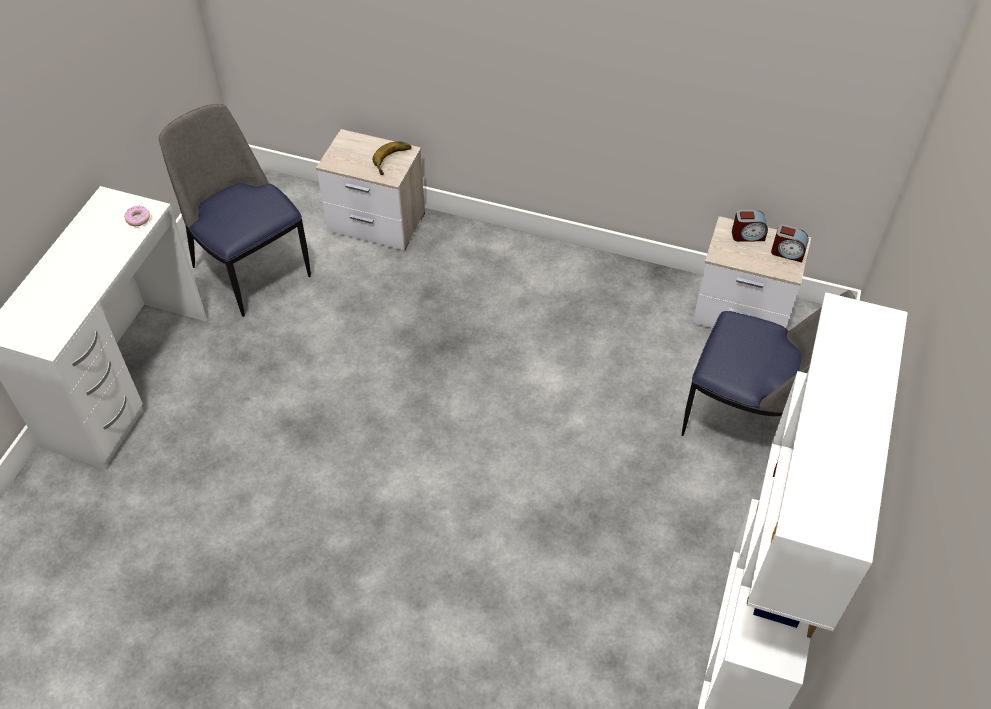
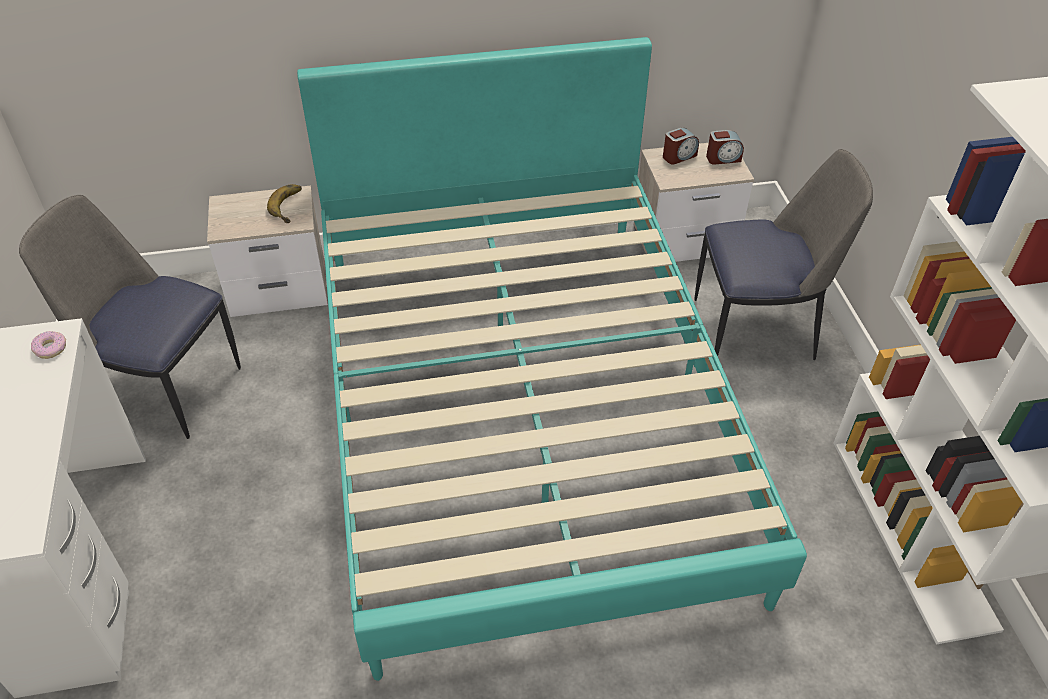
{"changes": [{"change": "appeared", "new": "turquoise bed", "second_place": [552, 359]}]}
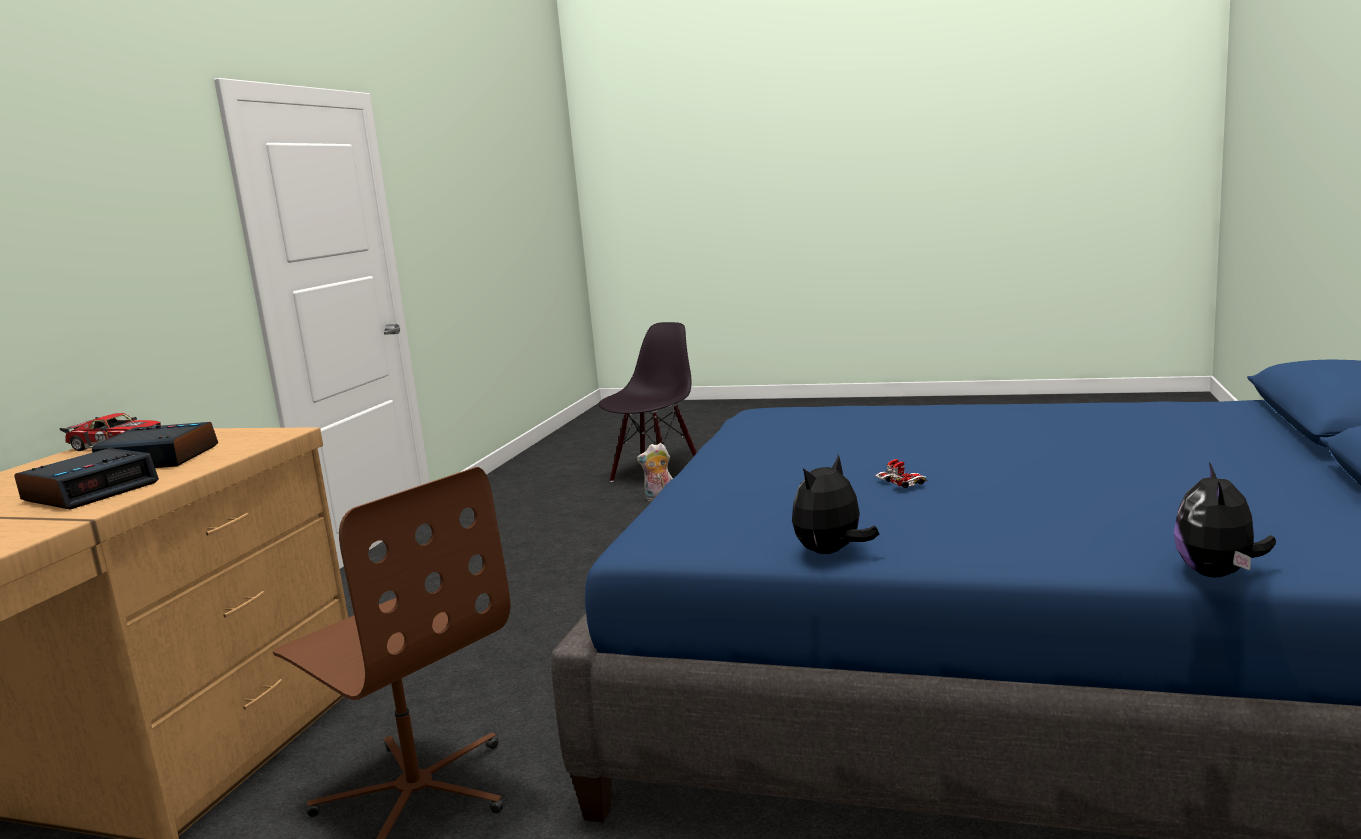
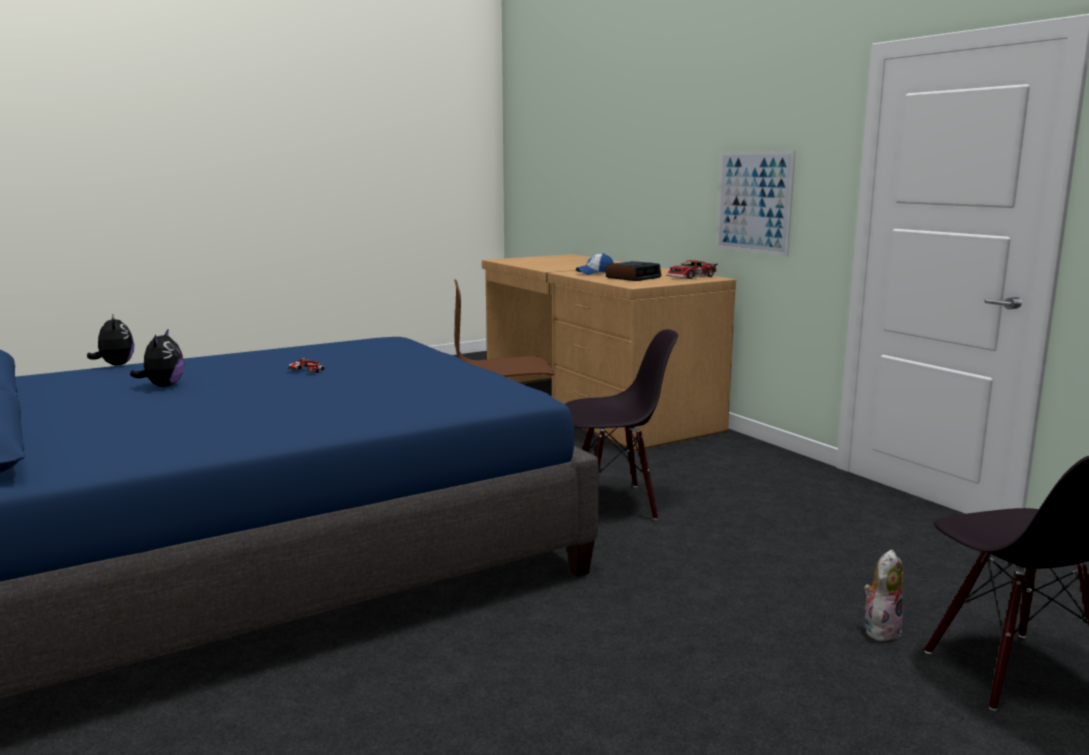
{"changes": [{"change": "exchanged", "old": "alarm clock", "new": "cap", "first_place": [86, 479], "second_place": [594, 264]}, {"change": "relocated", "old": "plush toy", "first_place": [835, 504], "second_place": [157, 358]}, {"change": "appeared", "new": "black chair", "second_place": [621, 424]}, {"change": "appeared", "new": "picture", "second_place": [756, 203]}]}
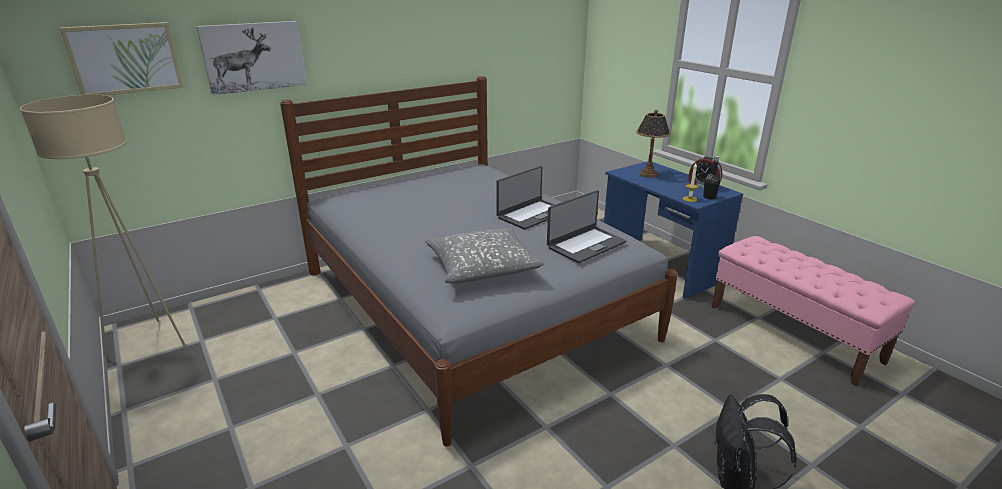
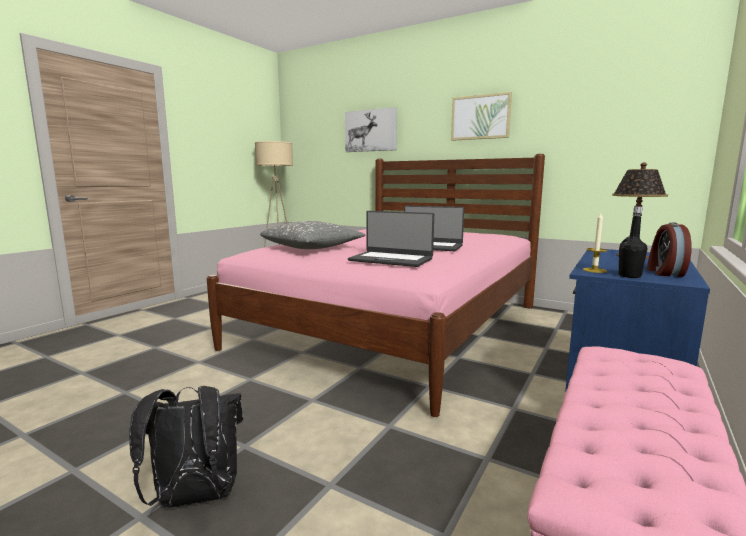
{"changes": [{"change": "relocated", "old": "picture", "first_place": [121, 58], "second_place": [481, 116]}, {"change": "colour", "old": "grey bed", "new": "pink bed", "first_place": [479, 261], "second_place": [376, 285]}]}
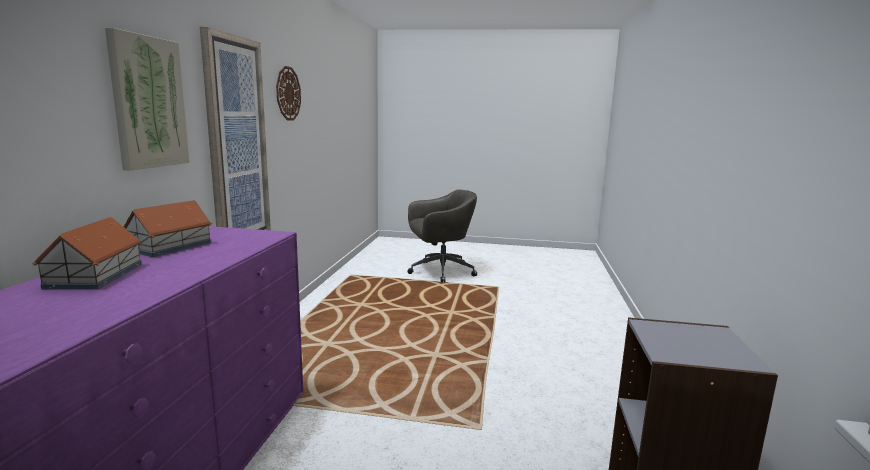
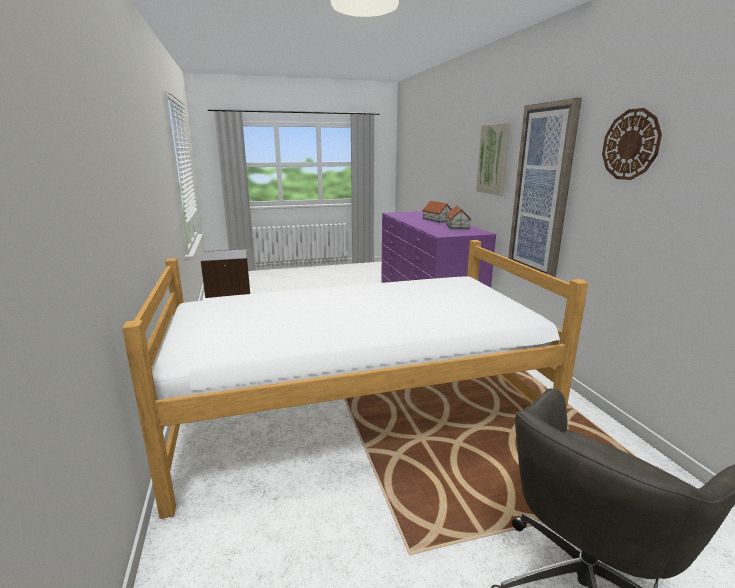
{"changes": [{"change": "appeared", "new": "bed", "second_place": [355, 379]}]}
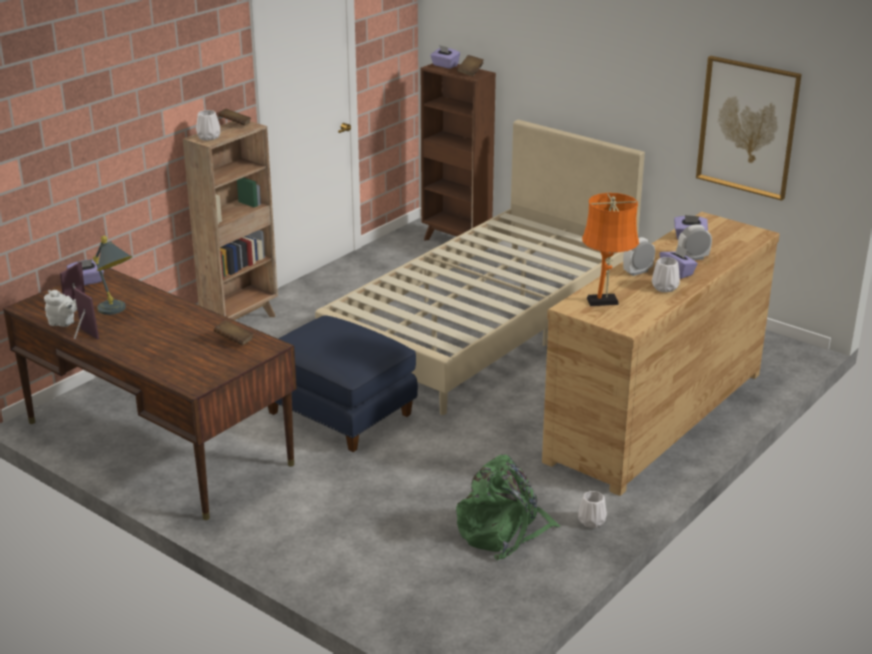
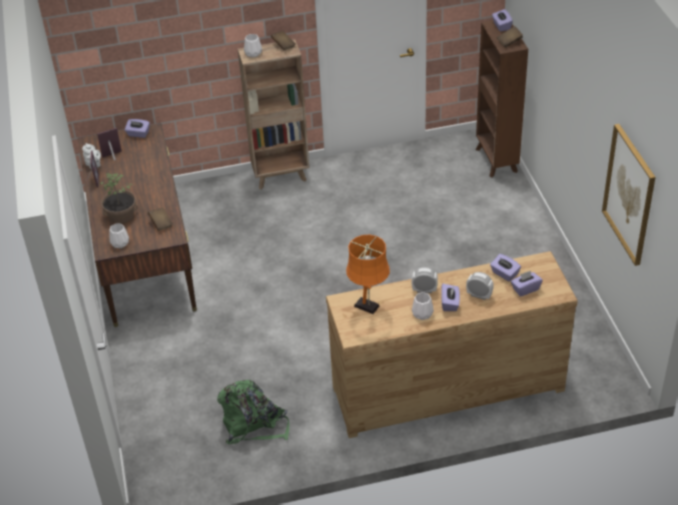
{"changes": [{"change": "missing", "old": "grey table lamp", "first_place": [112, 275]}, {"change": "missing", "old": "blue ottoman", "first_place": [343, 383]}, {"change": "missing", "old": "beige bed", "first_place": [480, 267]}, {"change": "relocated", "old": "white vase", "first_place": [592, 509], "second_place": [119, 235]}, {"change": "appeared", "new": "potted plant", "second_place": [119, 198]}, {"change": "appeared", "new": "purple tissue box", "second_place": [527, 284]}]}
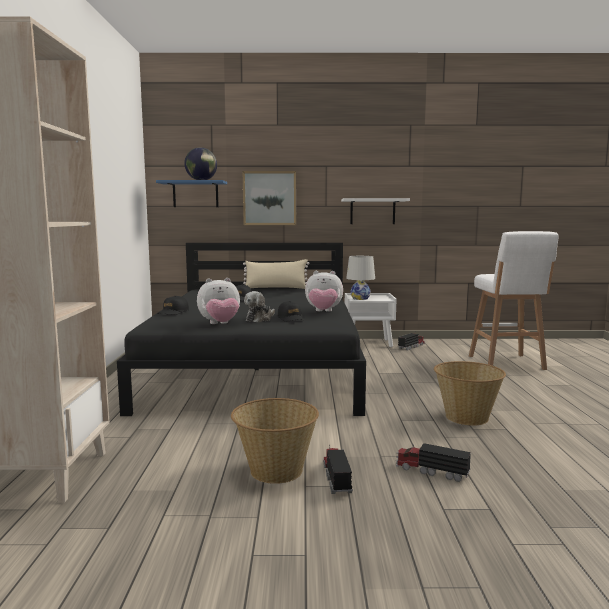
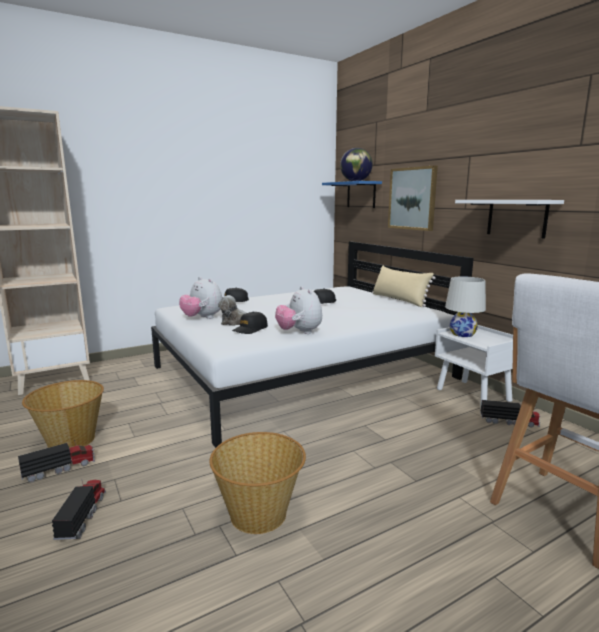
{"changes": [{"change": "colour", "old": "black bed", "new": "white bed", "first_place": [241, 329], "second_place": [312, 344]}]}
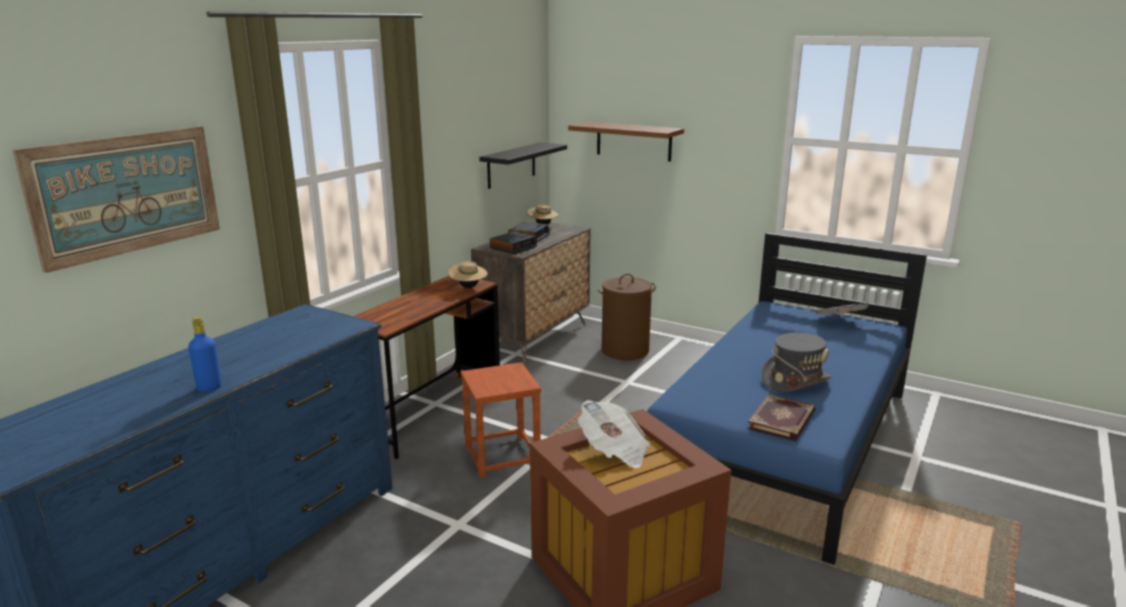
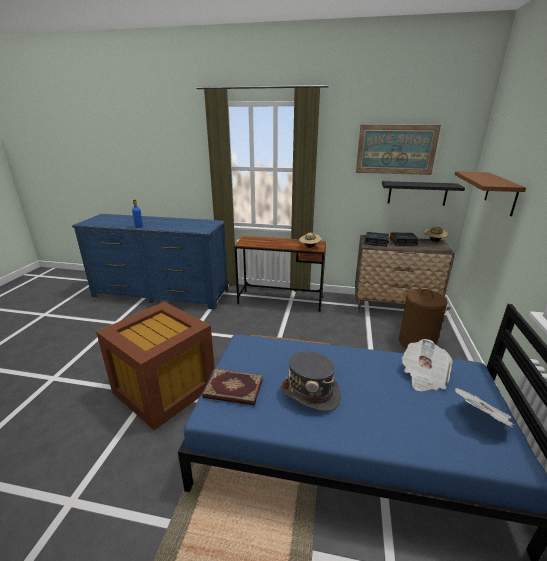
{"changes": [{"change": "relocated", "old": "picture", "first_place": [116, 199], "second_place": [398, 150]}, {"change": "missing", "old": "brown stool", "first_place": [500, 420]}, {"change": "relocated", "old": "newspaper", "first_place": [614, 434], "second_place": [427, 365]}]}
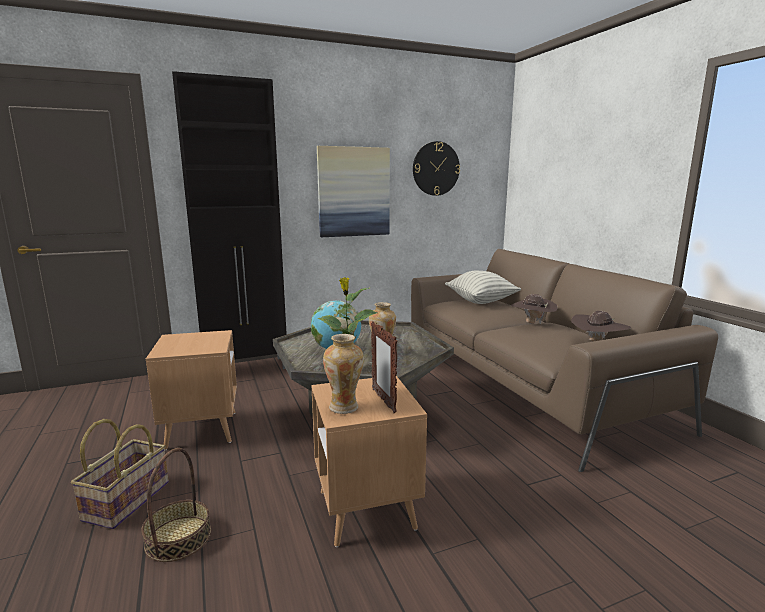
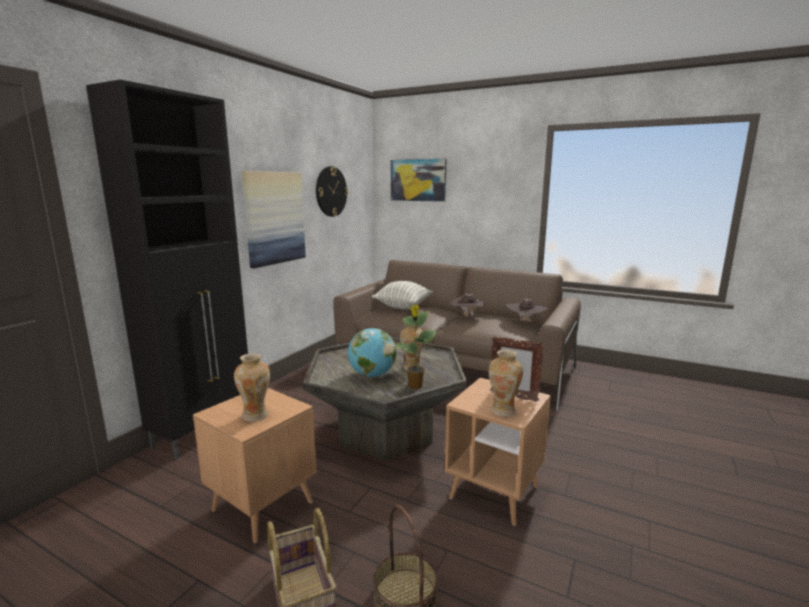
{"changes": [{"change": "appeared", "new": "vase", "second_place": [252, 387]}, {"change": "appeared", "new": "picture", "second_place": [418, 180]}]}
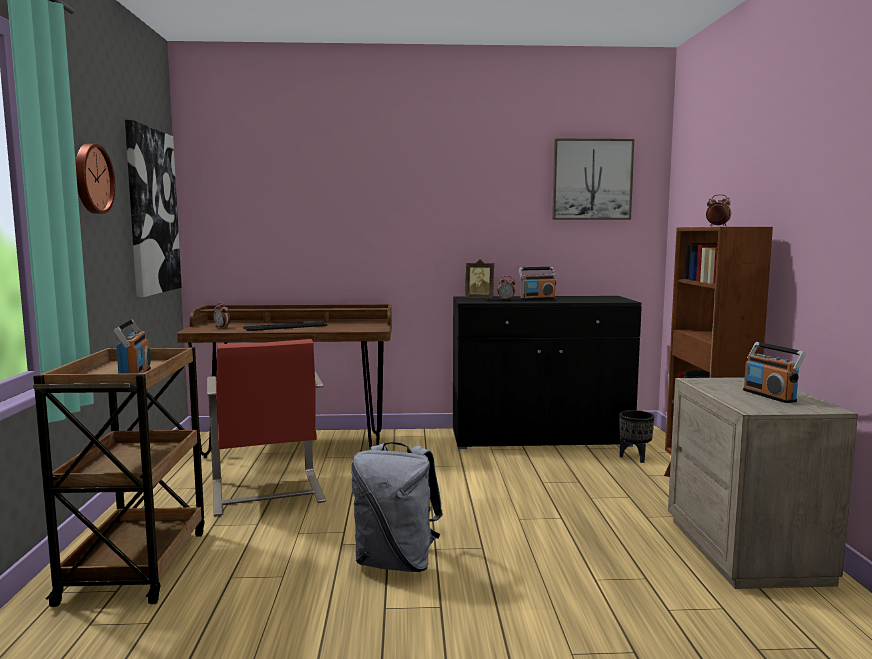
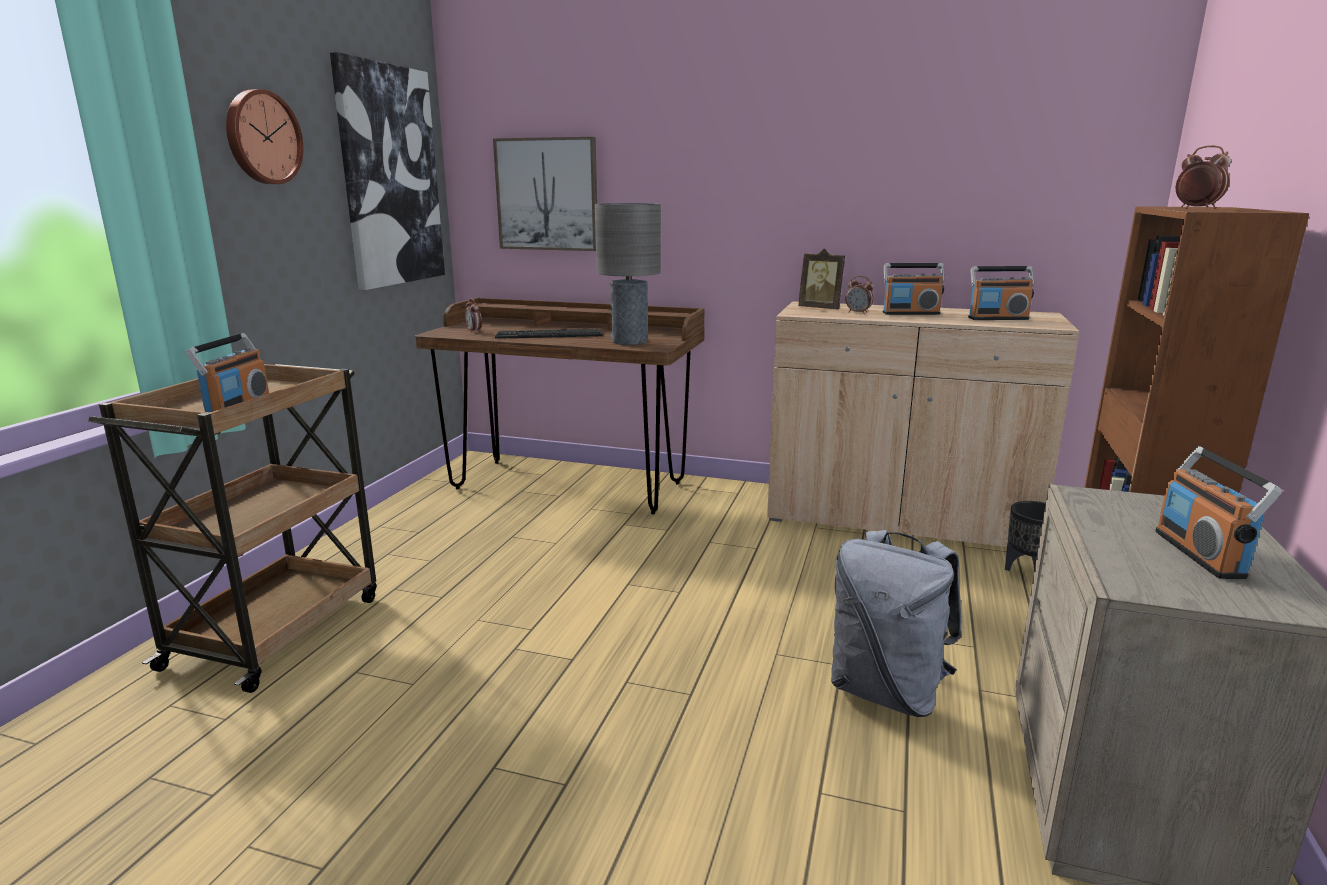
{"changes": [{"change": "missing", "old": "red chair", "first_place": [266, 427]}, {"change": "relocated", "old": "grey backpack", "first_place": [397, 507], "second_place": [896, 623]}, {"change": "colour", "old": "black cabinet", "new": "beige cabinet", "first_place": [547, 372], "second_place": [923, 424]}, {"change": "relocated", "old": "picture", "first_place": [593, 179], "second_place": [545, 194]}, {"change": "appeared", "new": "grey table lamp", "second_place": [628, 274]}, {"change": "appeared", "new": "radio", "second_place": [1001, 293]}]}
